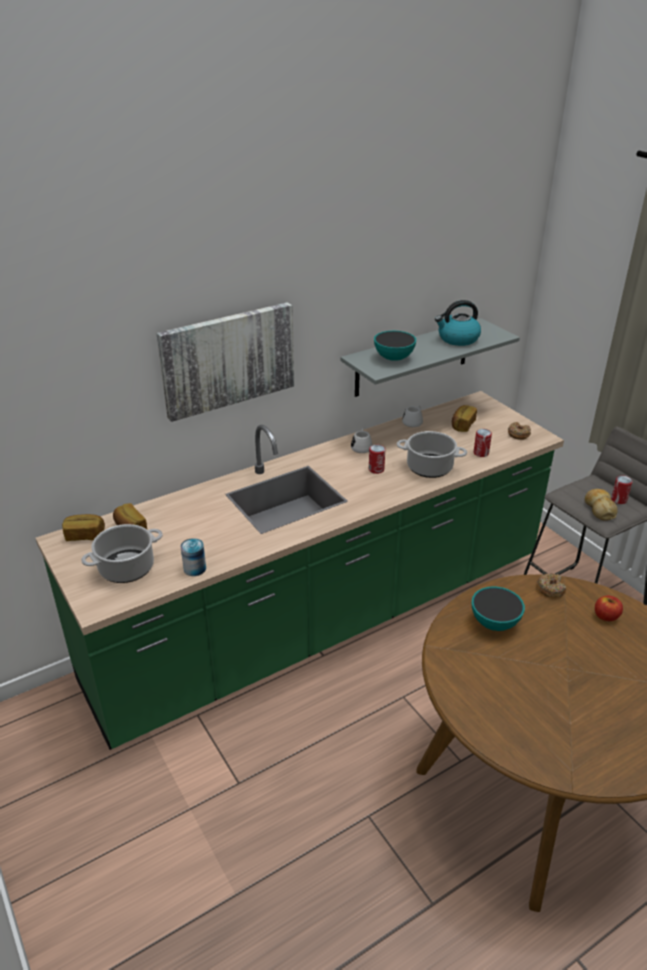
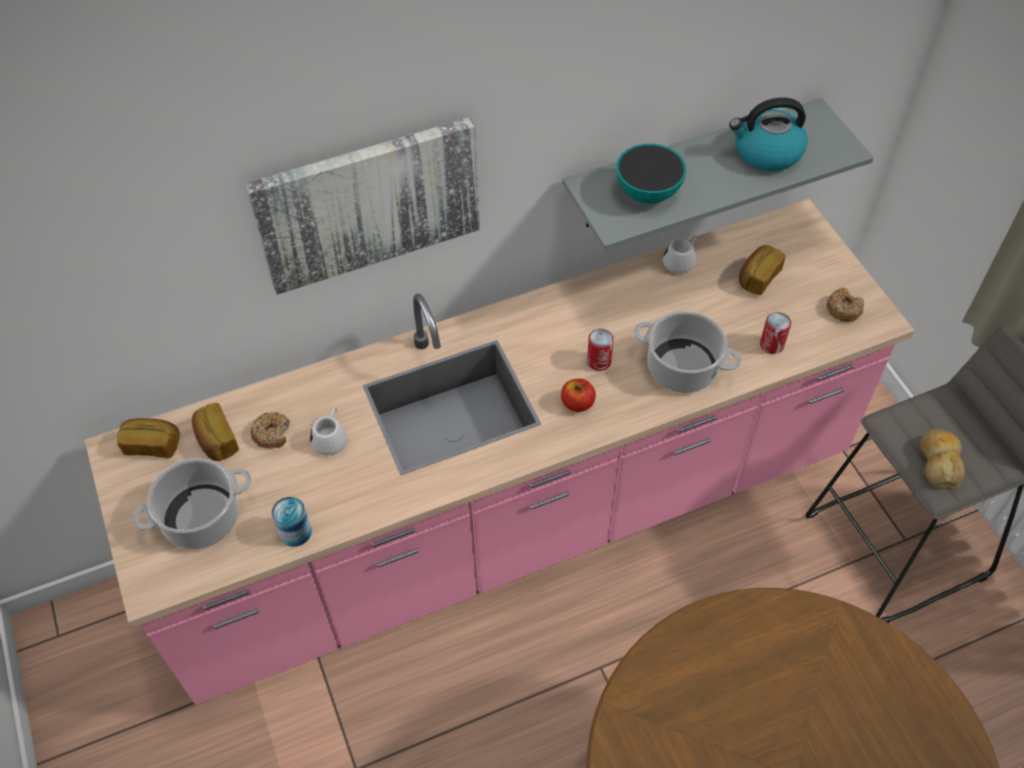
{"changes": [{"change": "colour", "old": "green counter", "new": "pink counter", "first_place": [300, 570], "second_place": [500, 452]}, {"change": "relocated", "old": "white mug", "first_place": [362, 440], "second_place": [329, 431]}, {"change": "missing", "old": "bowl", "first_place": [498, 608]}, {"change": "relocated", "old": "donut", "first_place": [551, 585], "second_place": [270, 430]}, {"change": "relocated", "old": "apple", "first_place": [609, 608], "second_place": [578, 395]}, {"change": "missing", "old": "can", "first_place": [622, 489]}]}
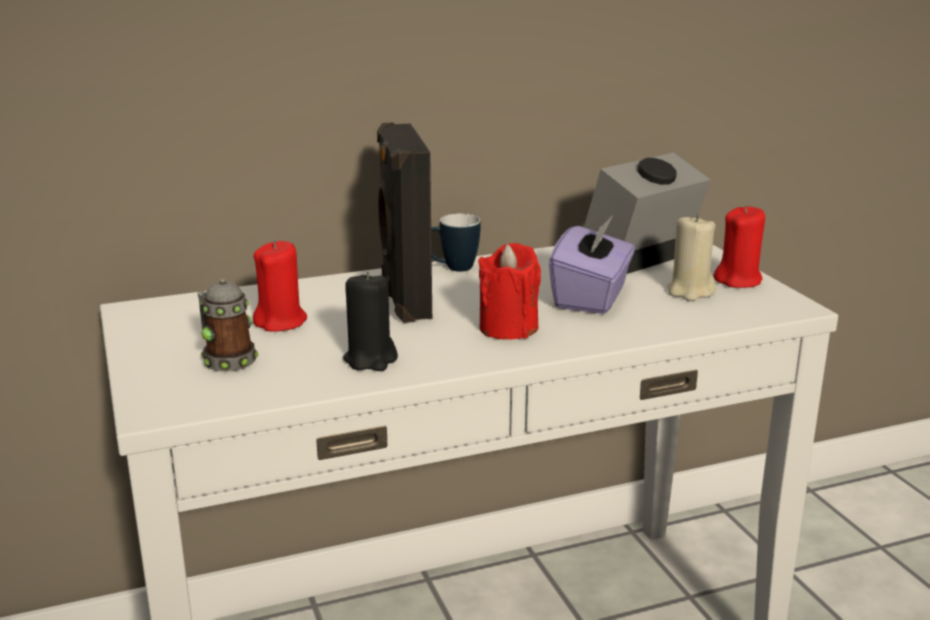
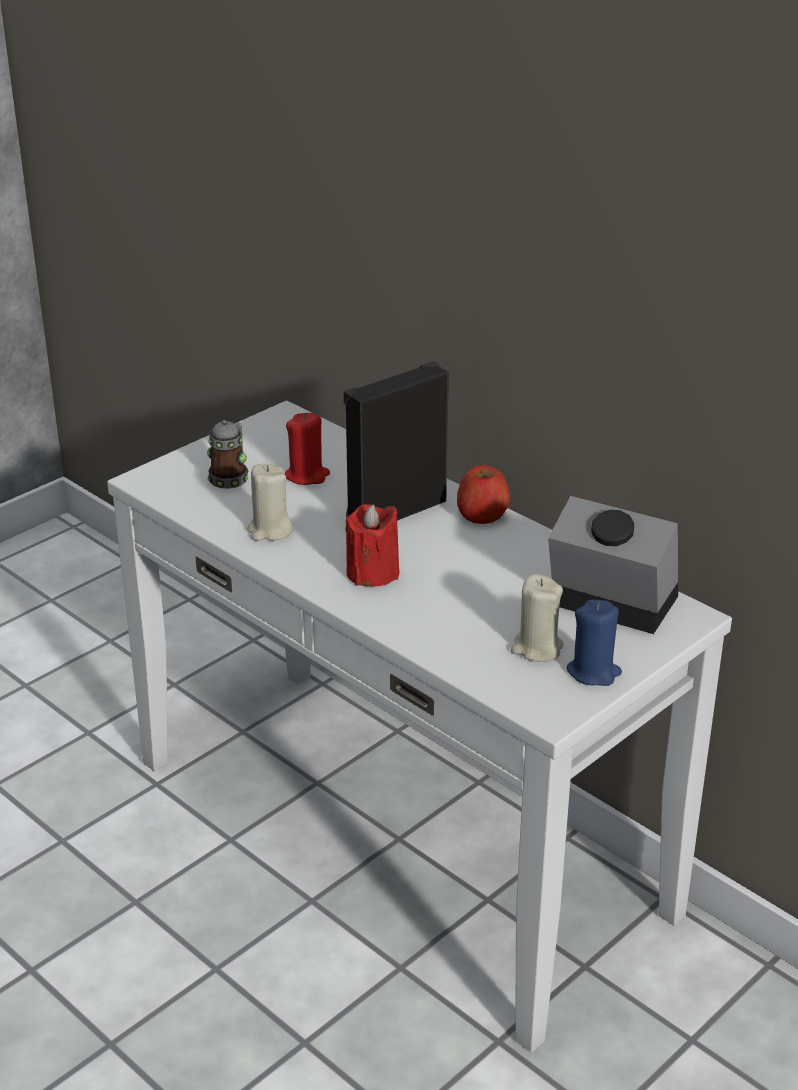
{"changes": [{"change": "colour", "old": "black candle", "new": "beige candle", "first_place": [370, 321], "second_place": [270, 502]}, {"change": "exchanged", "old": "mug", "new": "apple", "first_place": [456, 242], "second_place": [483, 494]}, {"change": "missing", "old": "purple tissue box", "first_place": [592, 264]}, {"change": "colour", "old": "red candle", "new": "blue candle", "first_place": [739, 246], "second_place": [594, 643]}]}
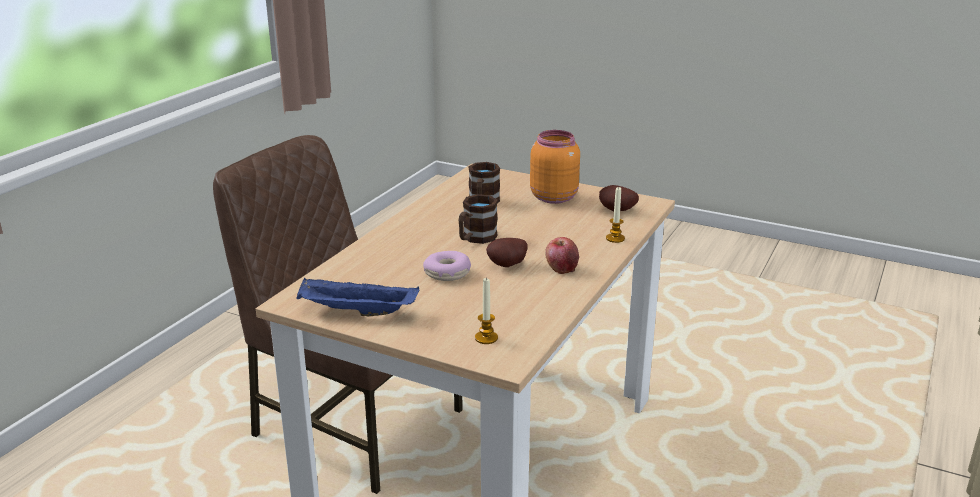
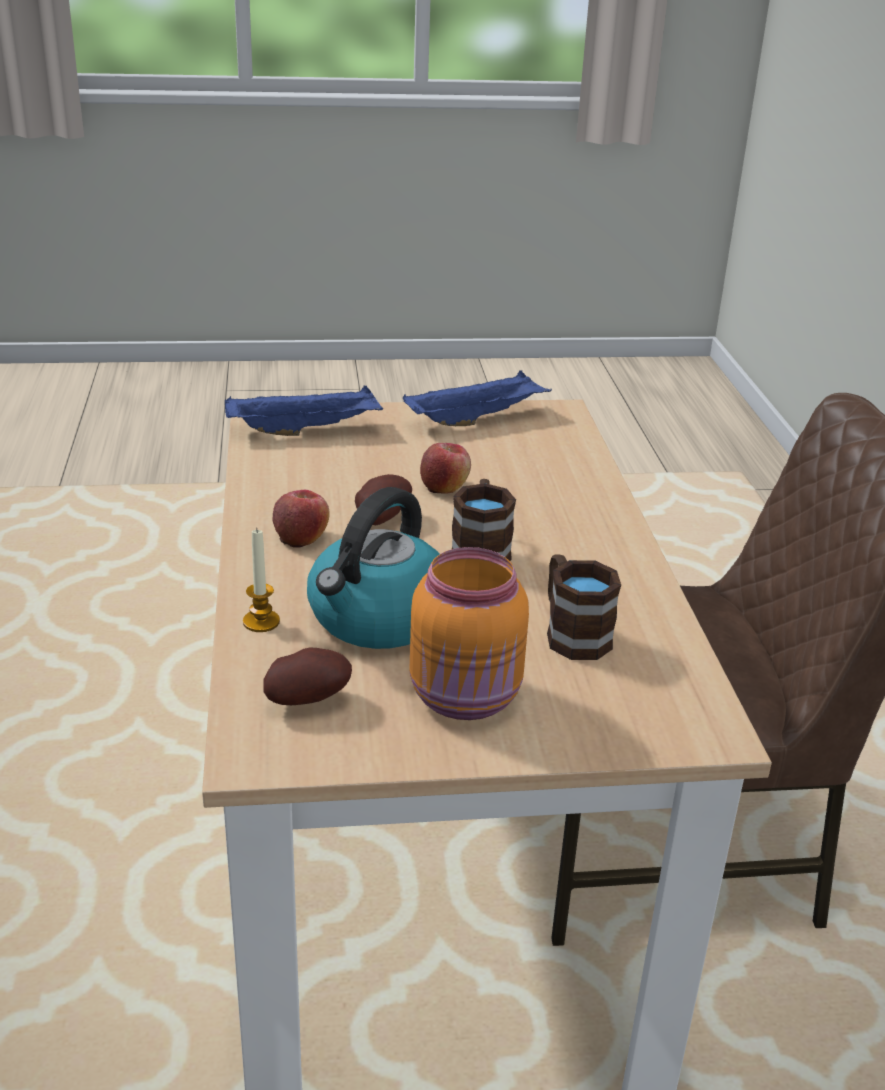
{"changes": [{"change": "exchanged", "old": "donut", "new": "apple", "first_place": [447, 266], "second_place": [445, 468]}, {"change": "exchanged", "old": "candle", "new": "blue tray", "first_place": [486, 310], "second_place": [304, 410]}, {"change": "appeared", "new": "kettle", "second_place": [373, 568]}]}
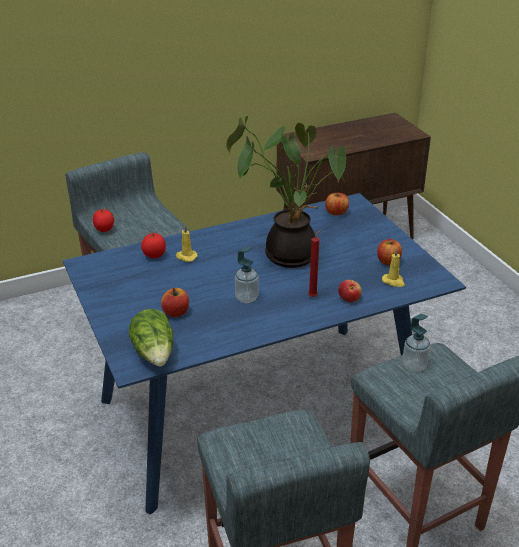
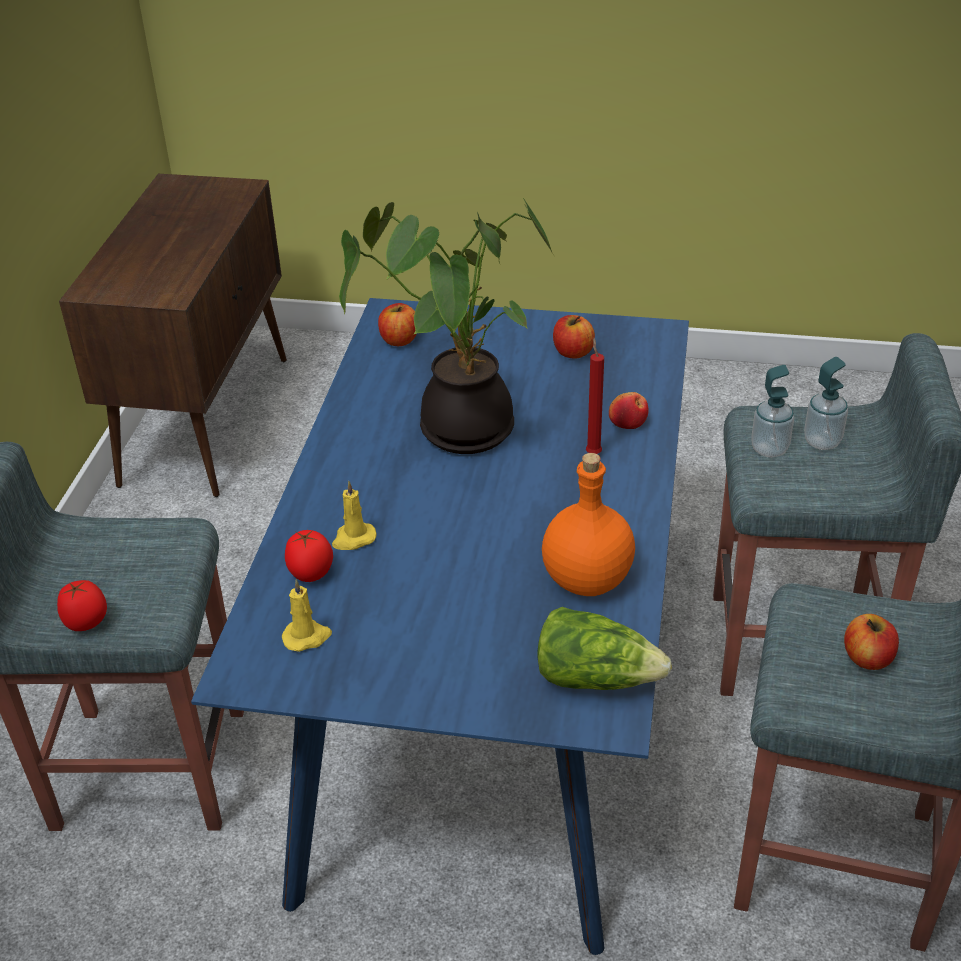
{"changes": [{"change": "relocated", "old": "apple", "first_place": [175, 302], "second_place": [871, 642]}, {"change": "relocated", "old": "soap dispenser", "first_place": [247, 275], "second_place": [826, 403]}, {"change": "relocated", "old": "yellow candle", "first_place": [393, 268], "second_place": [307, 615]}, {"change": "appeared", "new": "orange bottle", "second_place": [588, 524]}]}
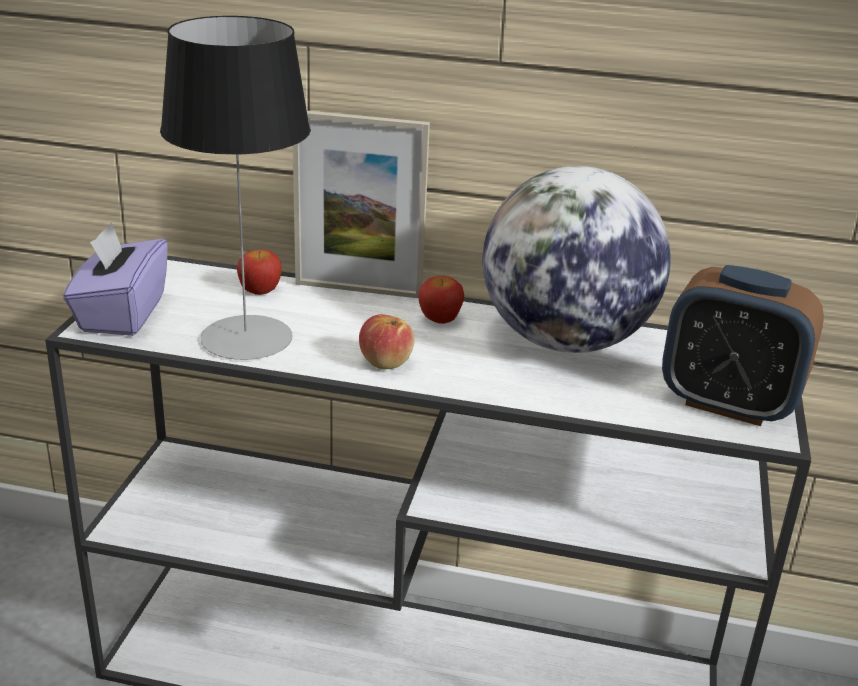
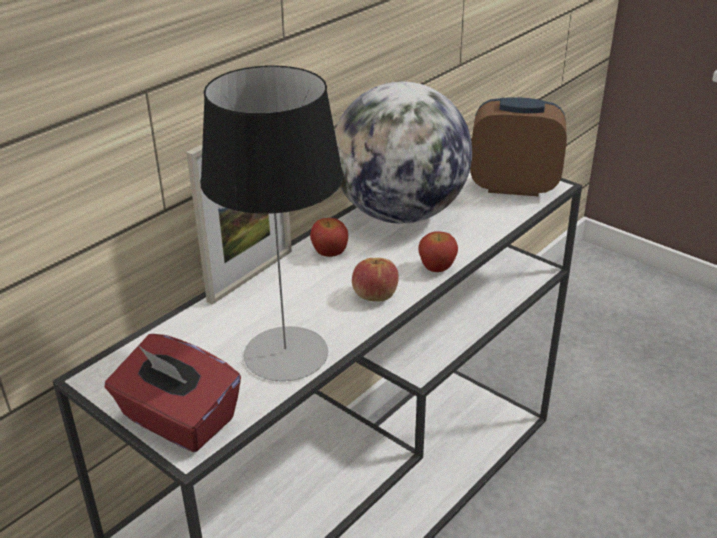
{"changes": [{"change": "colour", "old": "purple tissue box", "new": "red tissue box", "first_place": [115, 279], "second_place": [173, 393]}, {"change": "relocated", "old": "apple", "first_place": [259, 272], "second_place": [438, 251]}, {"change": "spun", "old": "alarm clock", "first_place": [743, 345], "second_place": [518, 146], "degrees": -135}]}
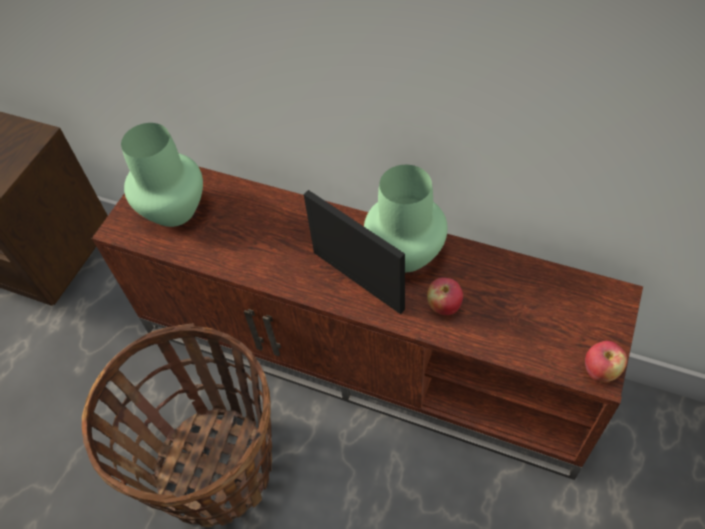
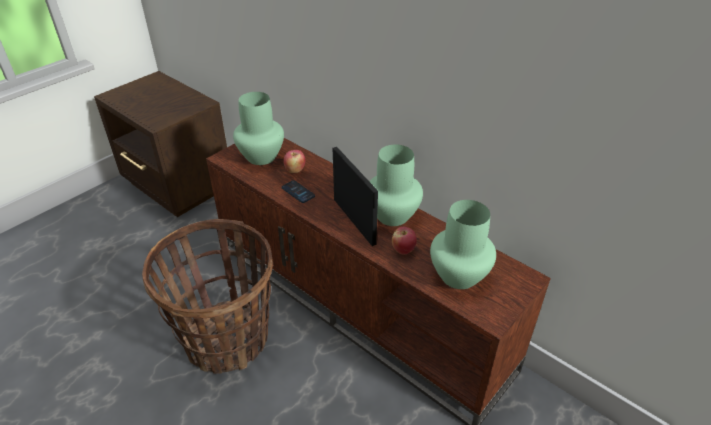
{"changes": [{"change": "relocated", "old": "apple", "first_place": [606, 361], "second_place": [294, 161]}, {"change": "appeared", "new": "phone", "second_place": [298, 191]}, {"change": "appeared", "new": "green vase", "second_place": [463, 244]}]}
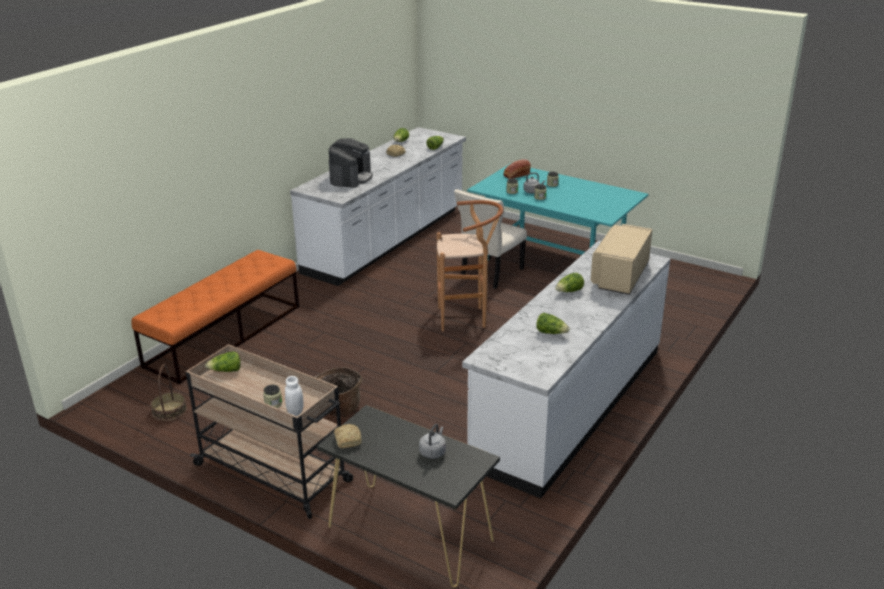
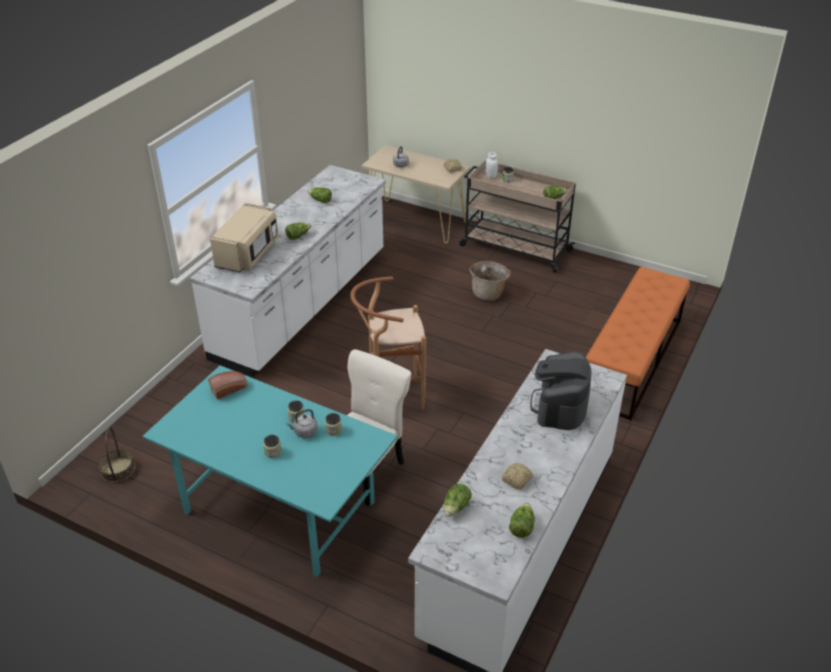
{"changes": [{"change": "relocated", "old": "basket", "first_place": [168, 392], "second_place": [116, 454]}, {"change": "colour", "old": "black console table", "new": "beige console table", "first_place": [408, 496], "second_place": [415, 194]}, {"change": "relocated", "old": "bread", "first_place": [517, 169], "second_place": [228, 385]}]}
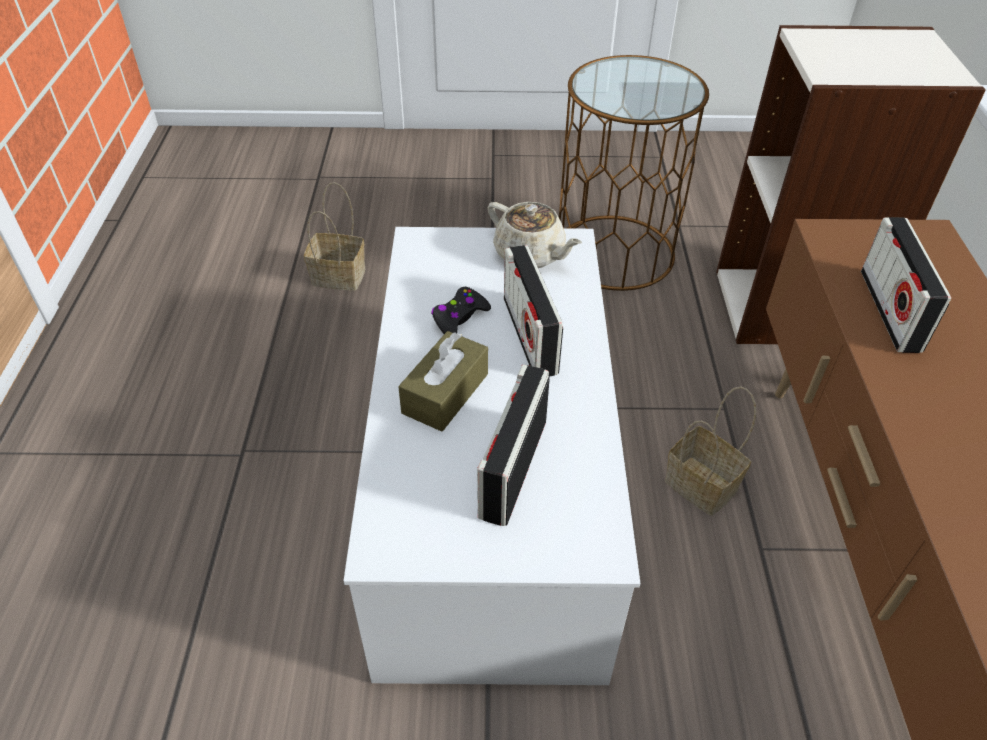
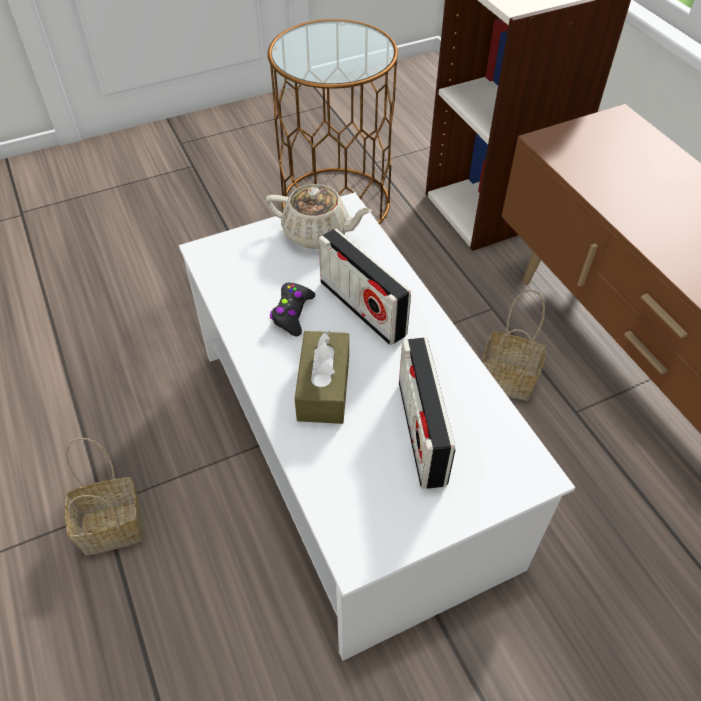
{"changes": [{"change": "relocated", "old": "basket", "first_place": [334, 236], "second_place": [104, 496]}, {"change": "missing", "old": "radio", "first_place": [906, 285]}]}
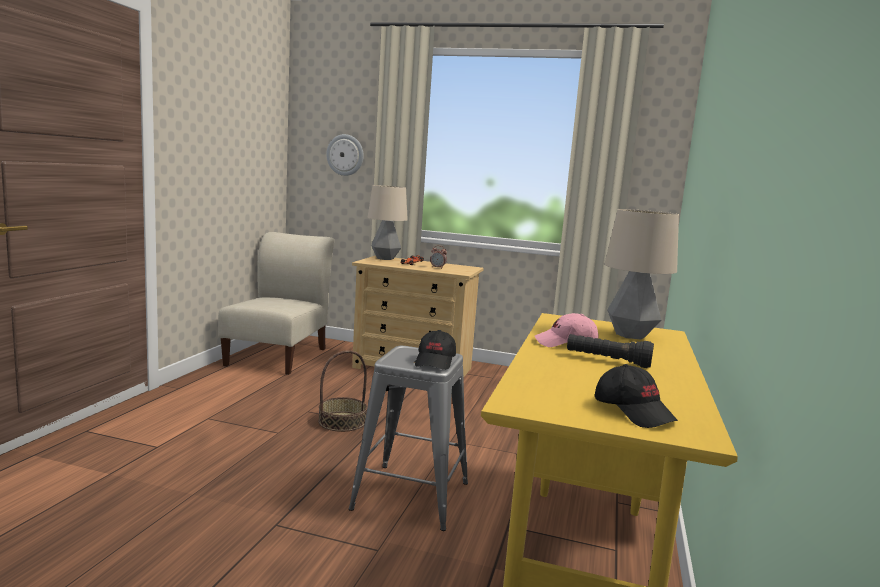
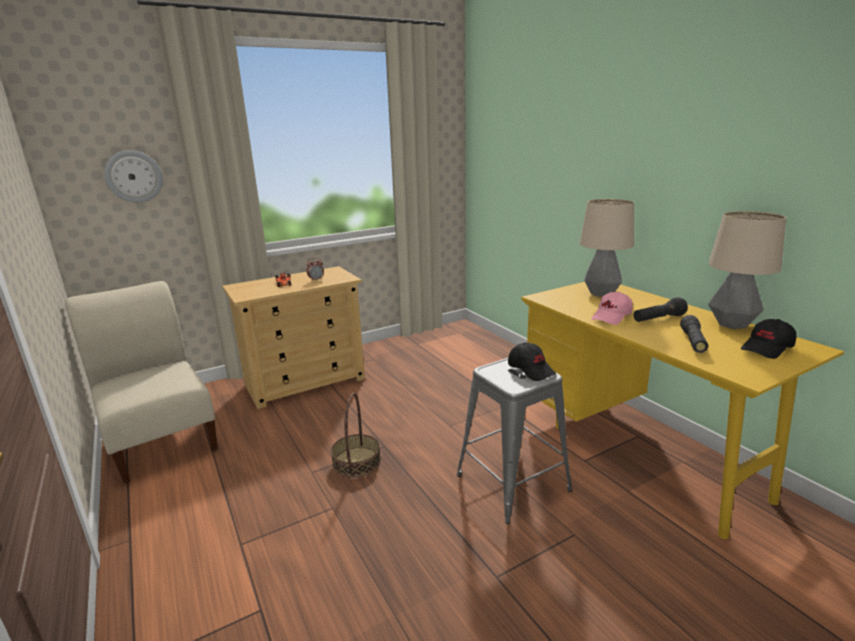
{"changes": [{"change": "relocated", "old": "table lamp", "first_place": [387, 222], "second_place": [747, 270]}, {"change": "spun", "old": "black cap", "first_place": [636, 396], "second_place": [768, 339], "degrees": 135}, {"change": "appeared", "new": "black flashlight", "second_place": [694, 334]}]}
